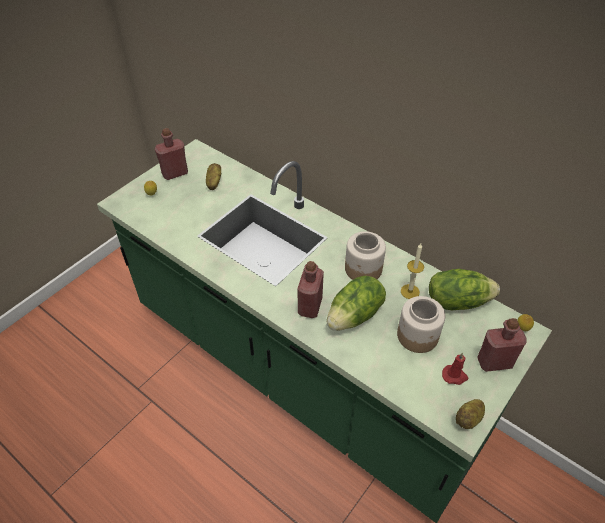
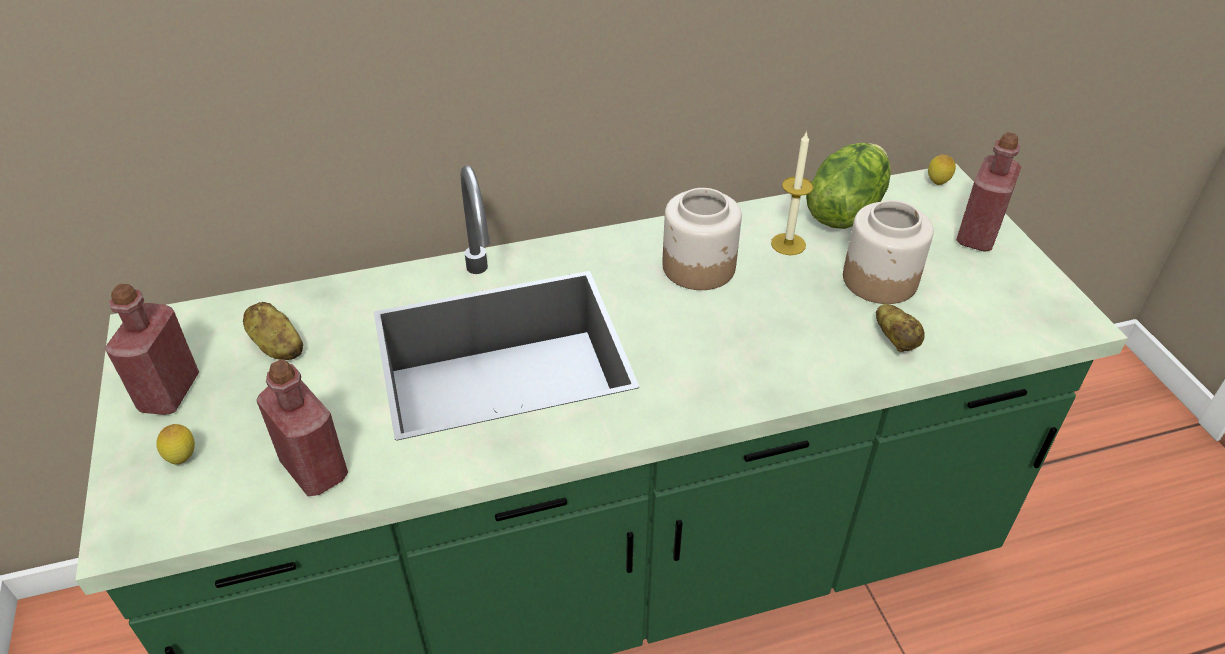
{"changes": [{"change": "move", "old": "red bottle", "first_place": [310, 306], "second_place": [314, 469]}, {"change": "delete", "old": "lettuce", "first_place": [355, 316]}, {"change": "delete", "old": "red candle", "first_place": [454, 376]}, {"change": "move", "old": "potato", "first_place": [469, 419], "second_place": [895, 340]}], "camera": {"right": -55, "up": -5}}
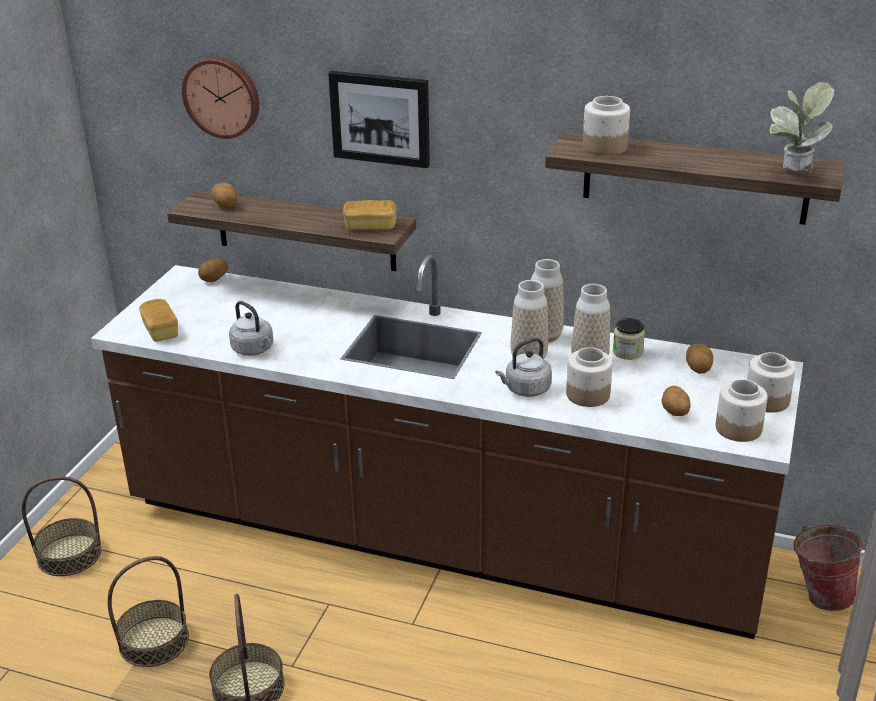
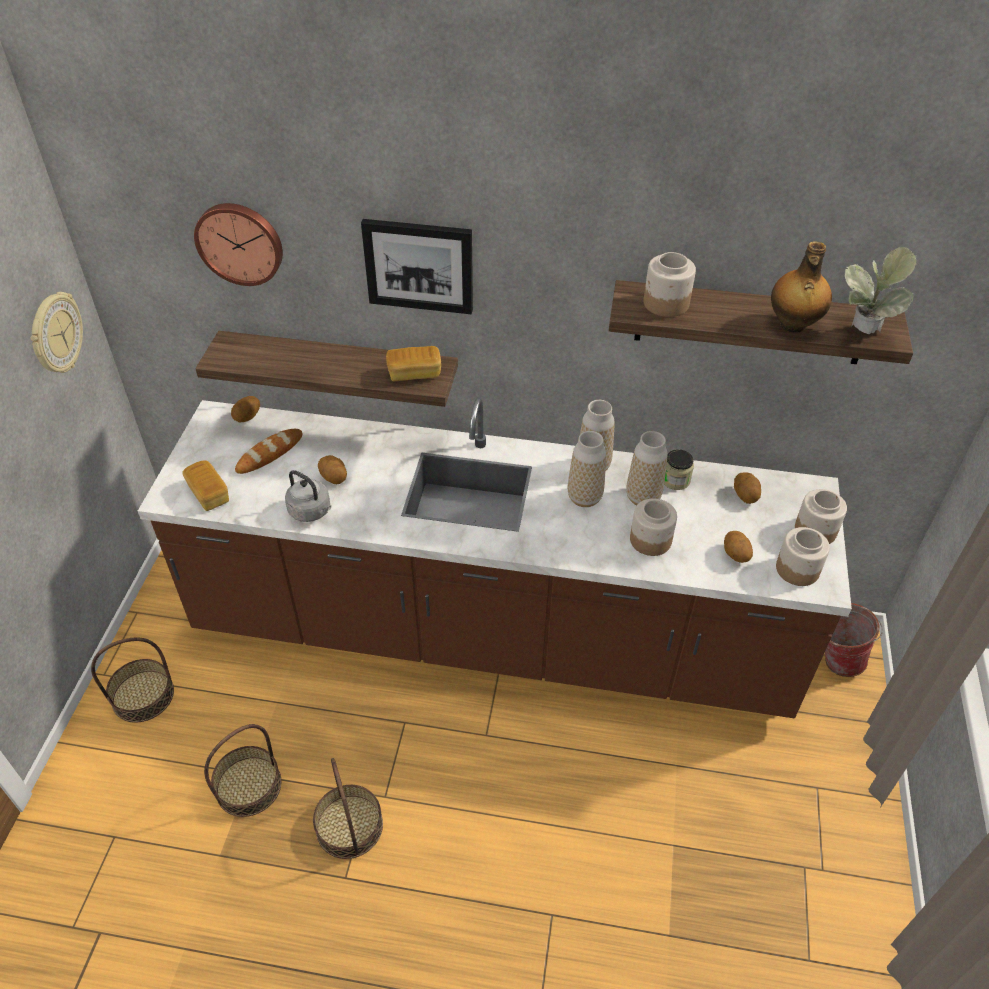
{"changes": [{"change": "move", "old": "potato", "first_place": [226, 206], "second_place": [334, 478]}, {"change": "delete", "old": "grey kettle", "first_place": [525, 390]}, {"change": "insert", "new": "wall clock", "second_place": [55, 334]}, {"change": "insert", "new": "bread", "second_place": [270, 454]}, {"change": "insert", "new": "bottle", "second_place": [792, 325]}], "camera": {"right": -10, "up": 15}}
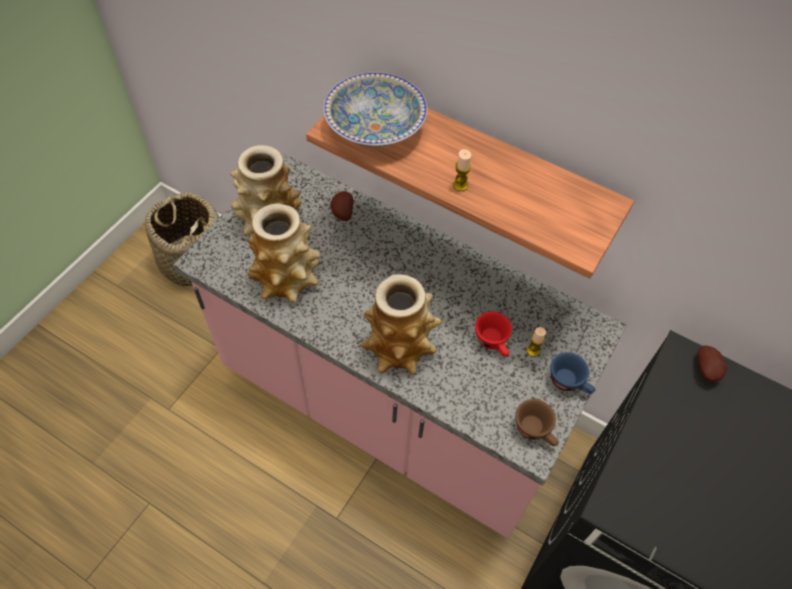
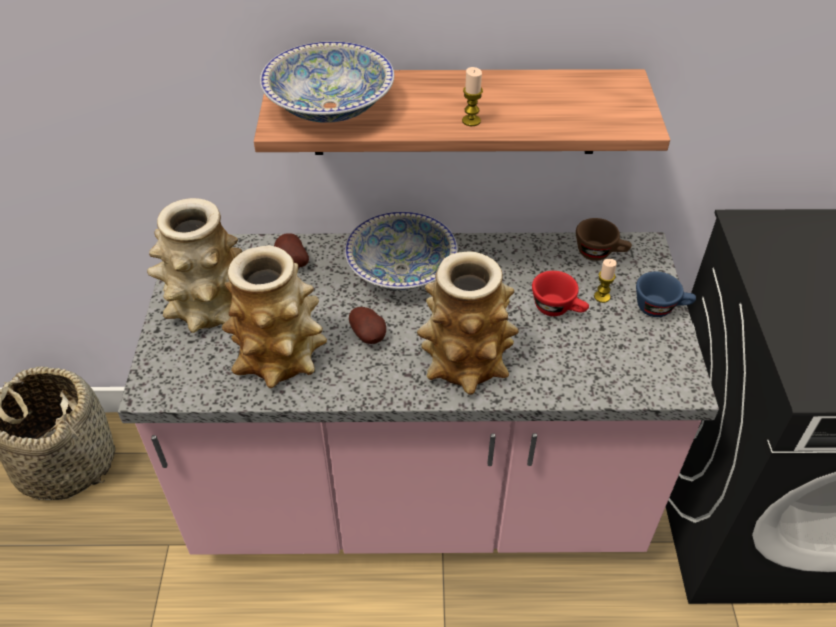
{"changes": [{"change": "move", "old": "brown cup", "first_place": [535, 431], "second_place": [600, 253]}, {"change": "move", "old": "potato", "first_place": [707, 370], "second_place": [369, 336]}, {"change": "insert", "new": "bowl", "second_place": [401, 270]}], "camera": {"right": -30, "up": -10}}
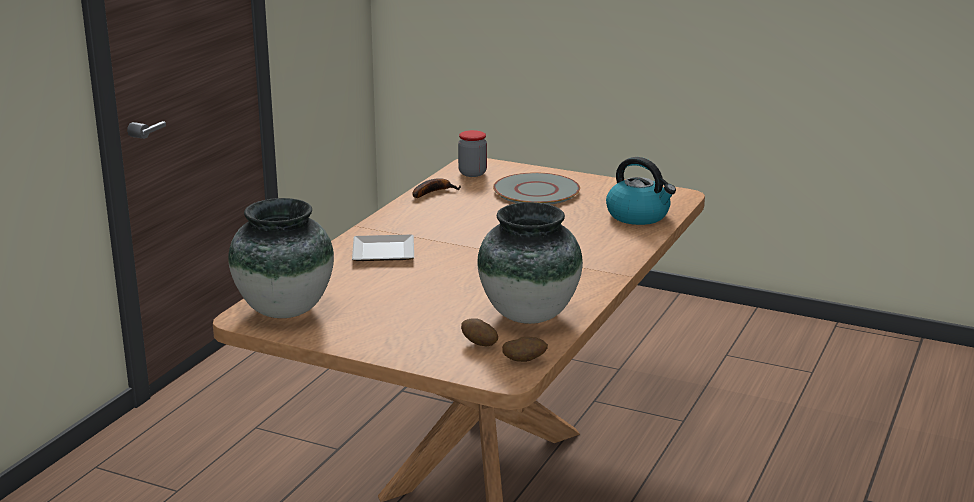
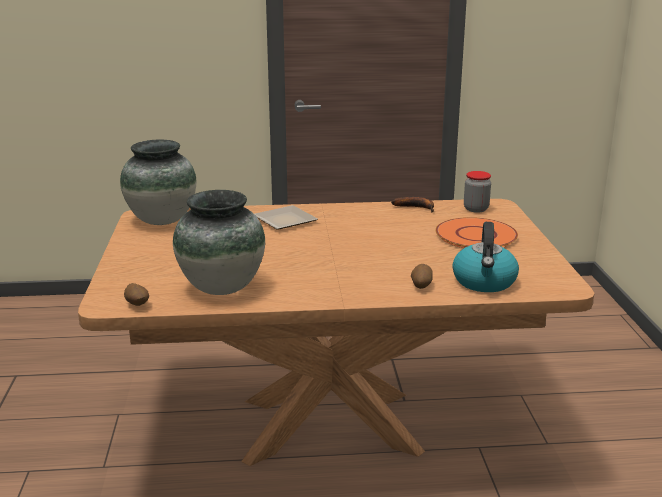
{"changes": [{"change": "move", "old": "potato", "first_place": [479, 344], "second_place": [421, 286]}, {"change": "recolor", "old": "grey plate", "new": "orange plate", "first_place": [537, 191], "second_place": [476, 235]}], "camera": {"right": 60, "up": 0}}
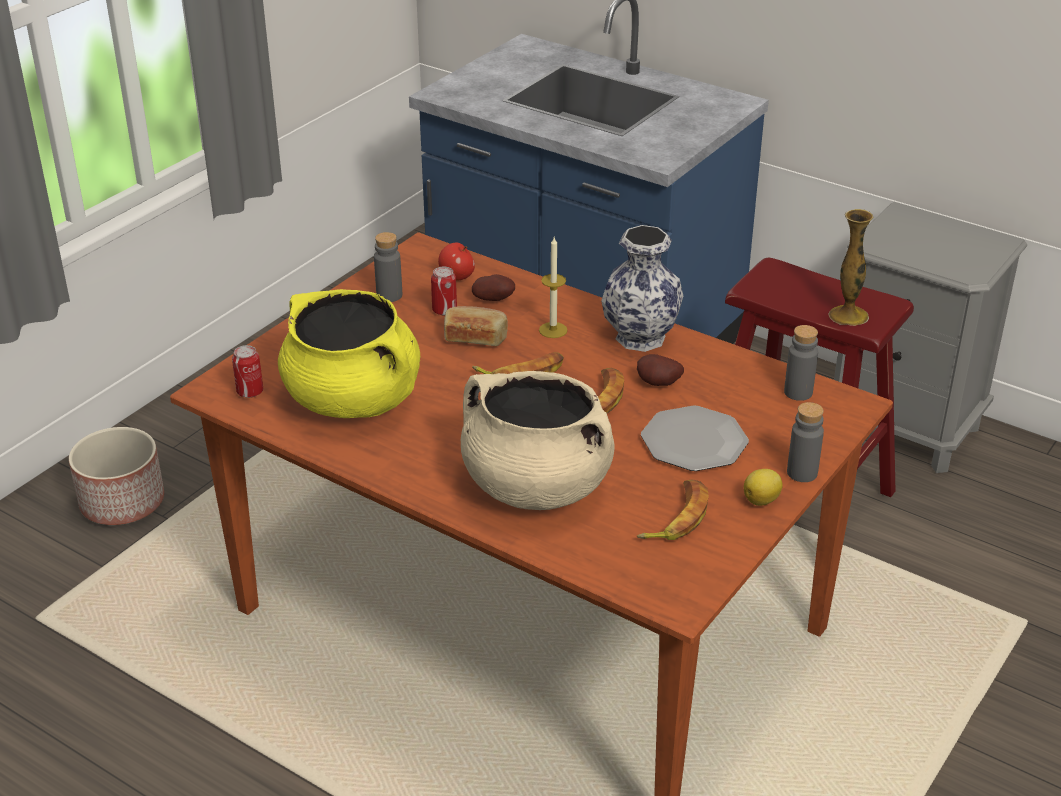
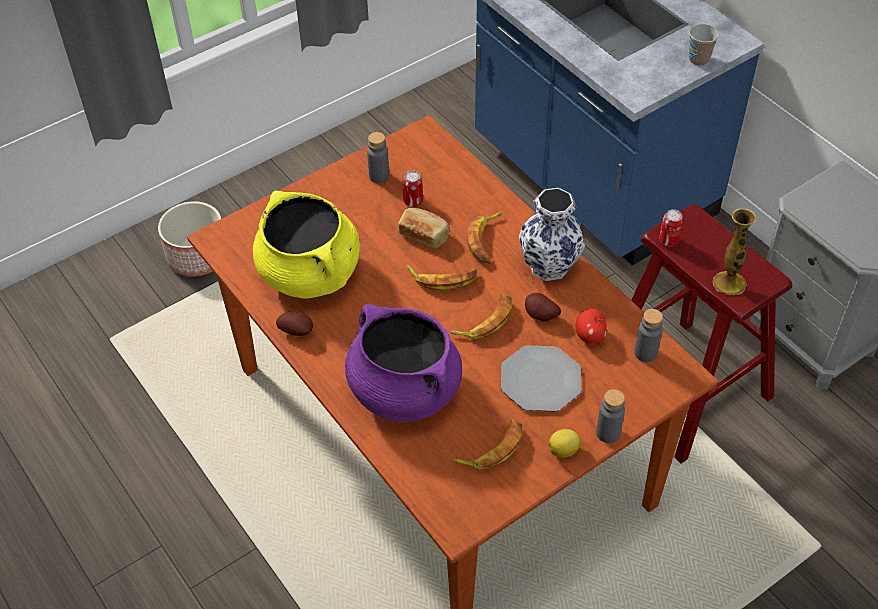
{"changes": [{"change": "move", "old": "can", "first_place": [250, 392], "second_place": [668, 240]}, {"change": "move", "old": "apple", "first_place": [457, 277], "second_place": [590, 336]}, {"change": "recolor", "old": "beige cooking pot", "new": "purple cooking pot", "first_place": [535, 486], "second_place": [404, 390]}, {"change": "move", "old": "potato", "first_place": [494, 299], "second_place": [297, 331]}, {"change": "replace", "old": "candle", "new": "banana", "first_place": [553, 330], "second_place": [485, 241]}, {"change": "insert", "new": "cup", "second_place": [698, 59]}], "camera": {"right": 20, "up": 15}}
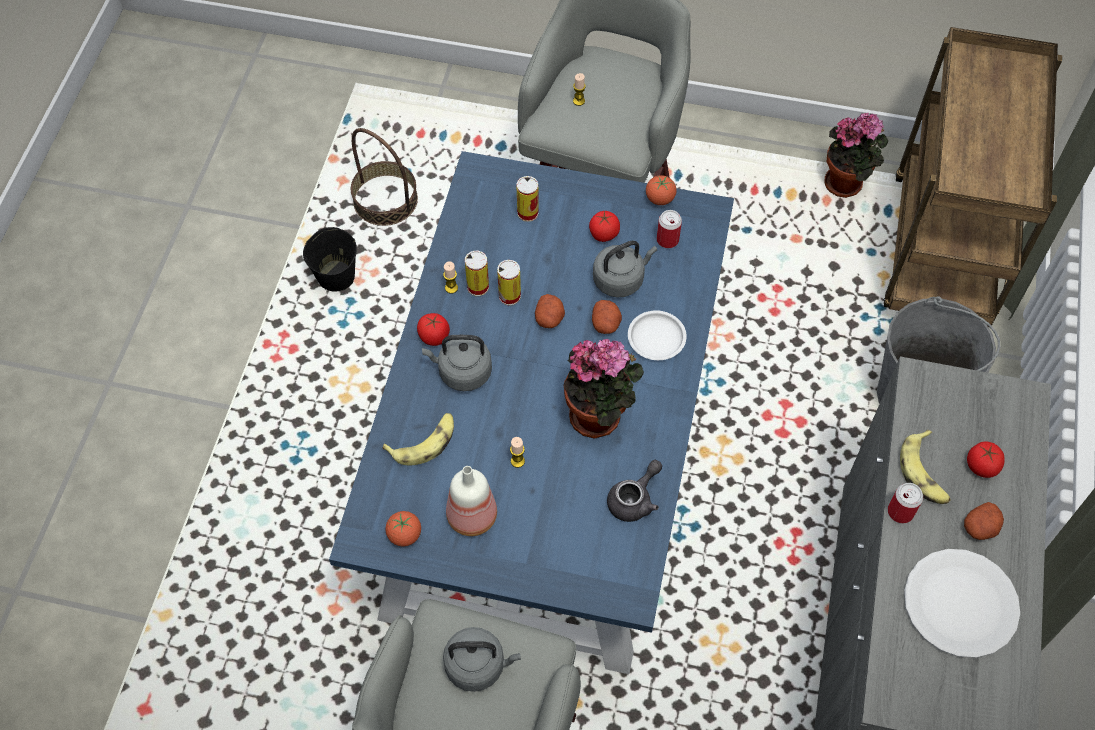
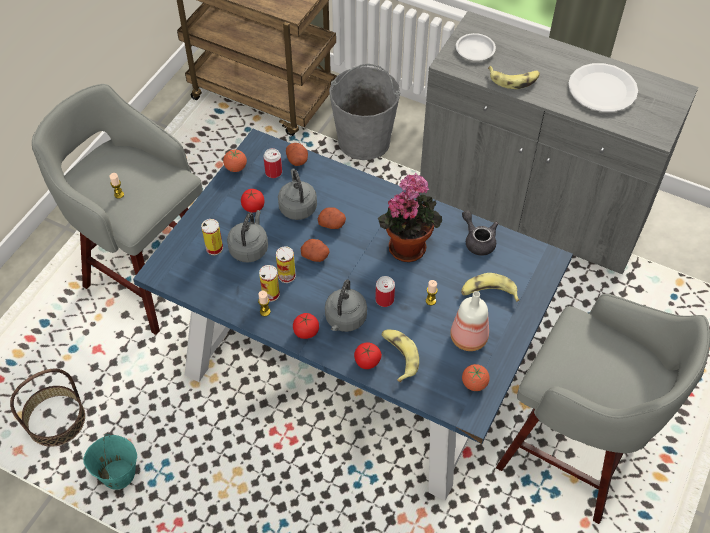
{"changes": [{"change": "recolor", "old": "black bucket", "new": "turquoise bucket", "first_place": [336, 276], "second_place": [118, 474]}, {"change": "move", "old": "grey kettle", "first_place": [478, 665], "second_place": [249, 248]}, {"change": "move", "old": "white plate", "first_place": [656, 338], "second_place": [475, 50]}, {"change": "delete", "old": "potted plant", "first_place": [847, 183]}, {"change": "move", "old": "can", "first_place": [900, 512], "second_place": [384, 300]}, {"change": "move", "old": "potato", "first_place": [980, 528], "second_place": [297, 160]}, {"change": "move", "old": "tomato", "first_place": [981, 466], "second_place": [367, 361]}, {"change": "insert", "new": "banana", "second_place": [488, 292]}], "camera": {"right": -75, "up": -5}}
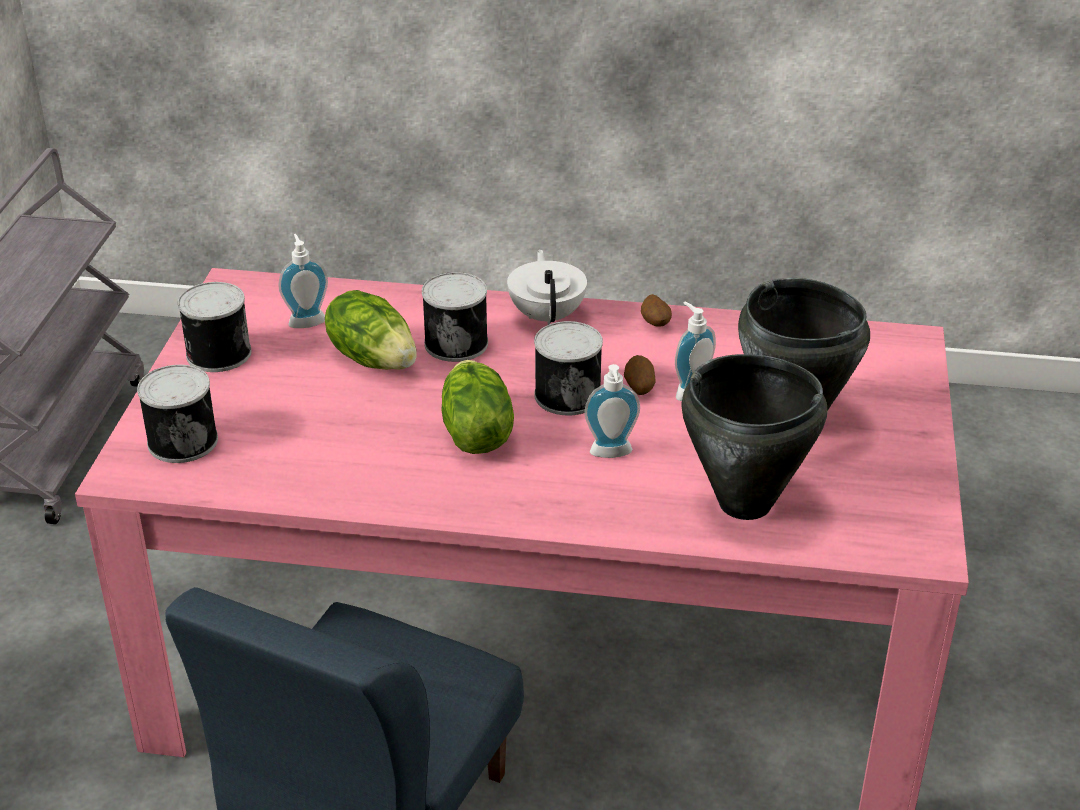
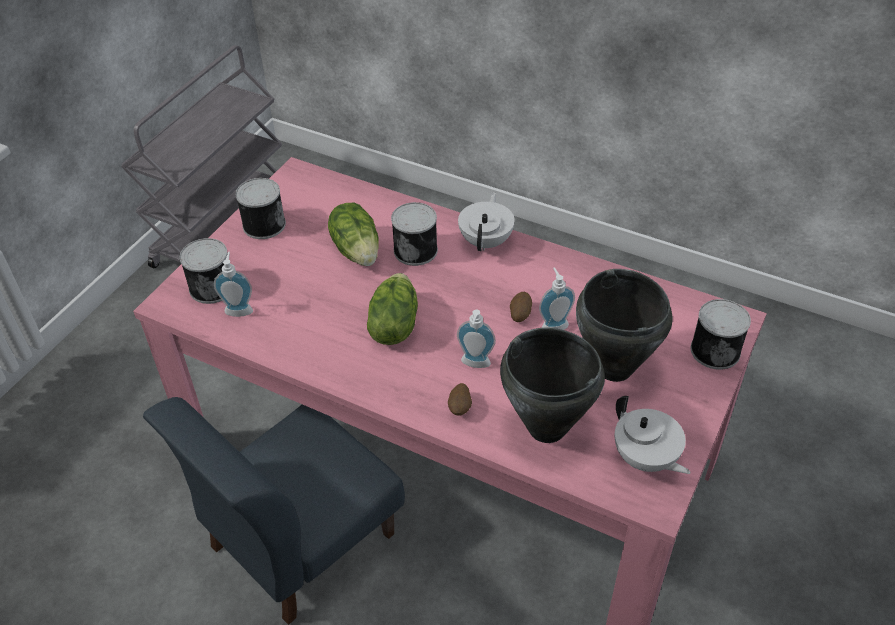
{"changes": [{"change": "move", "old": "soap dispenser", "first_place": [306, 320], "second_place": [239, 309]}, {"change": "move", "old": "can", "first_place": [567, 394], "second_place": [715, 349]}, {"change": "move", "old": "potato", "first_place": [655, 324], "second_place": [460, 407]}, {"change": "insert", "new": "white teapot", "second_place": [645, 459]}], "camera": {"right": 20, "up": 10}}
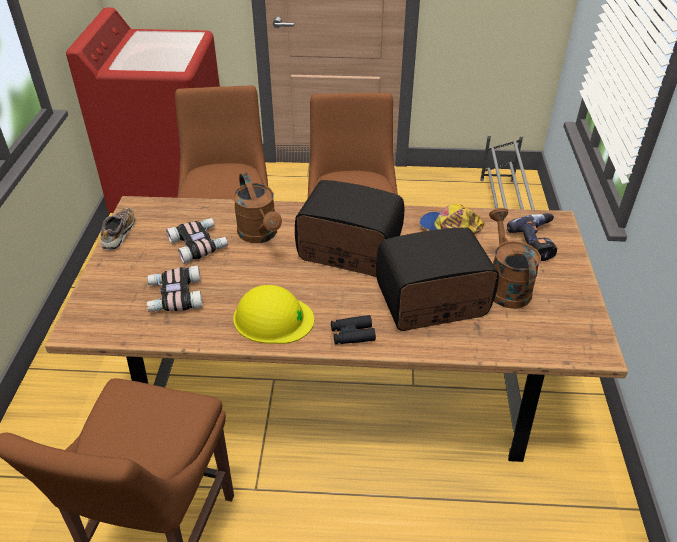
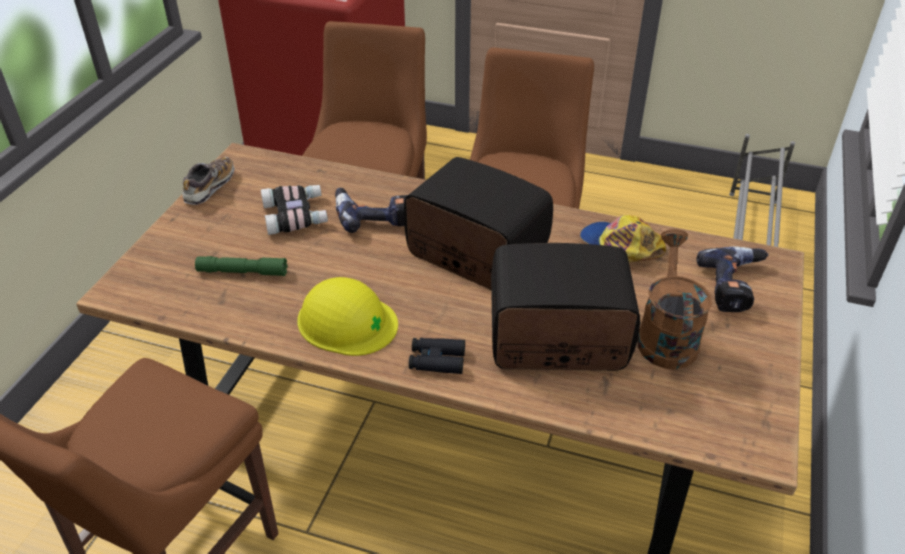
{"changes": [{"change": "replace", "old": "binoculars", "new": "green flashlight", "first_place": [174, 296], "second_place": [242, 272]}, {"change": "replace", "old": "brown watering can", "new": "power drill", "first_place": [260, 235], "second_place": [373, 216]}], "camera": {"right": 15, "up": 0}}
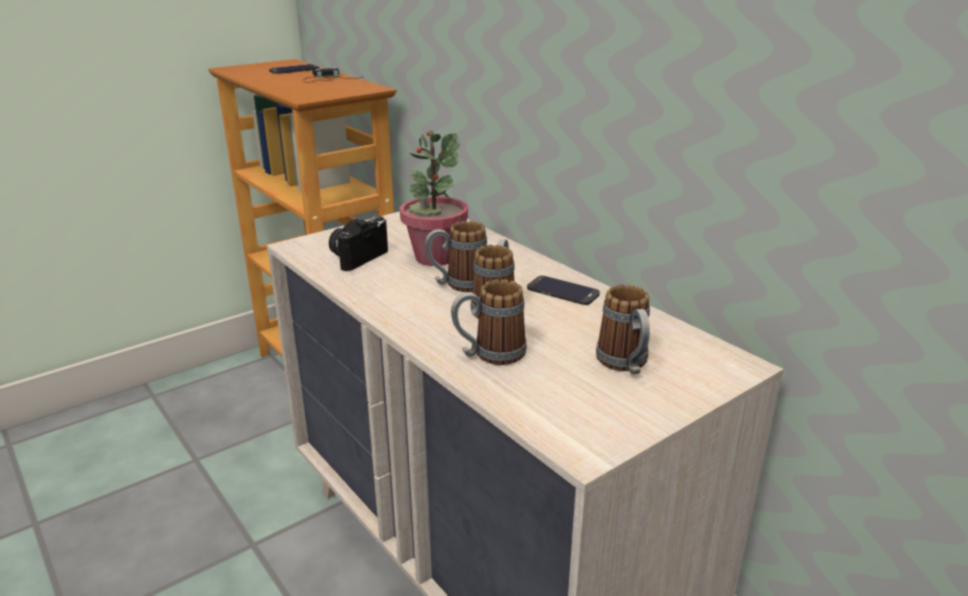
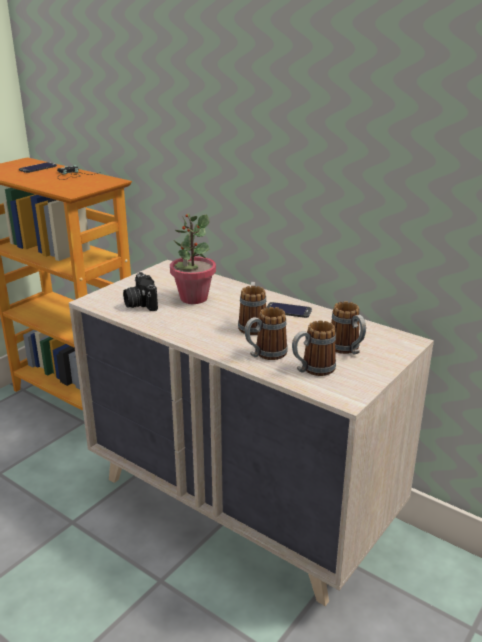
{"changes": [{"change": "rotate", "old": "photo camera", "first_place": [357, 257], "second_place": [140, 304], "degrees": -45}, {"change": "move", "old": "mug", "first_place": [458, 284], "second_place": [312, 370]}], "camera": {"right": -15, "up": 0}}
